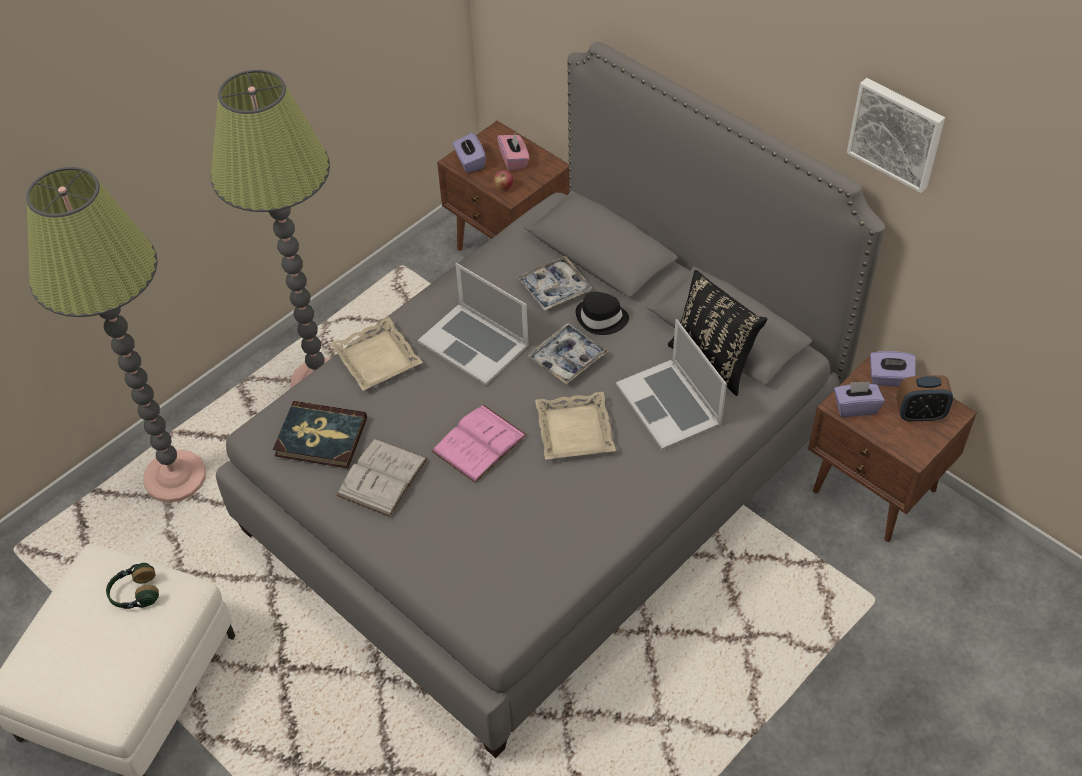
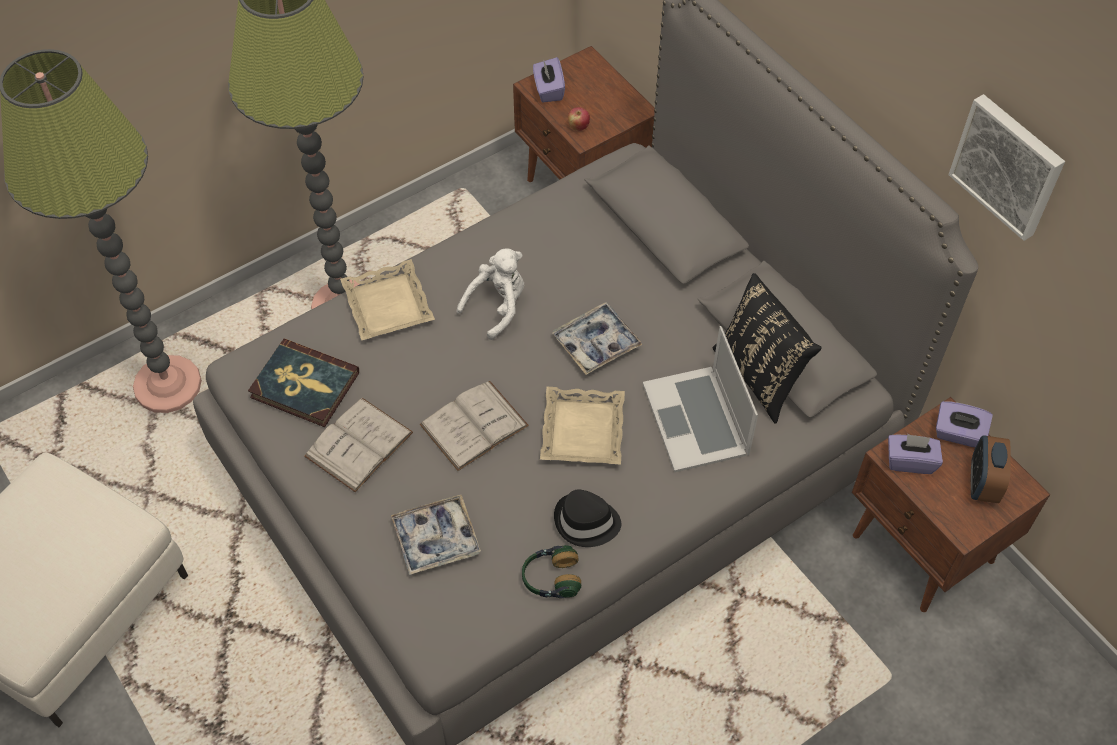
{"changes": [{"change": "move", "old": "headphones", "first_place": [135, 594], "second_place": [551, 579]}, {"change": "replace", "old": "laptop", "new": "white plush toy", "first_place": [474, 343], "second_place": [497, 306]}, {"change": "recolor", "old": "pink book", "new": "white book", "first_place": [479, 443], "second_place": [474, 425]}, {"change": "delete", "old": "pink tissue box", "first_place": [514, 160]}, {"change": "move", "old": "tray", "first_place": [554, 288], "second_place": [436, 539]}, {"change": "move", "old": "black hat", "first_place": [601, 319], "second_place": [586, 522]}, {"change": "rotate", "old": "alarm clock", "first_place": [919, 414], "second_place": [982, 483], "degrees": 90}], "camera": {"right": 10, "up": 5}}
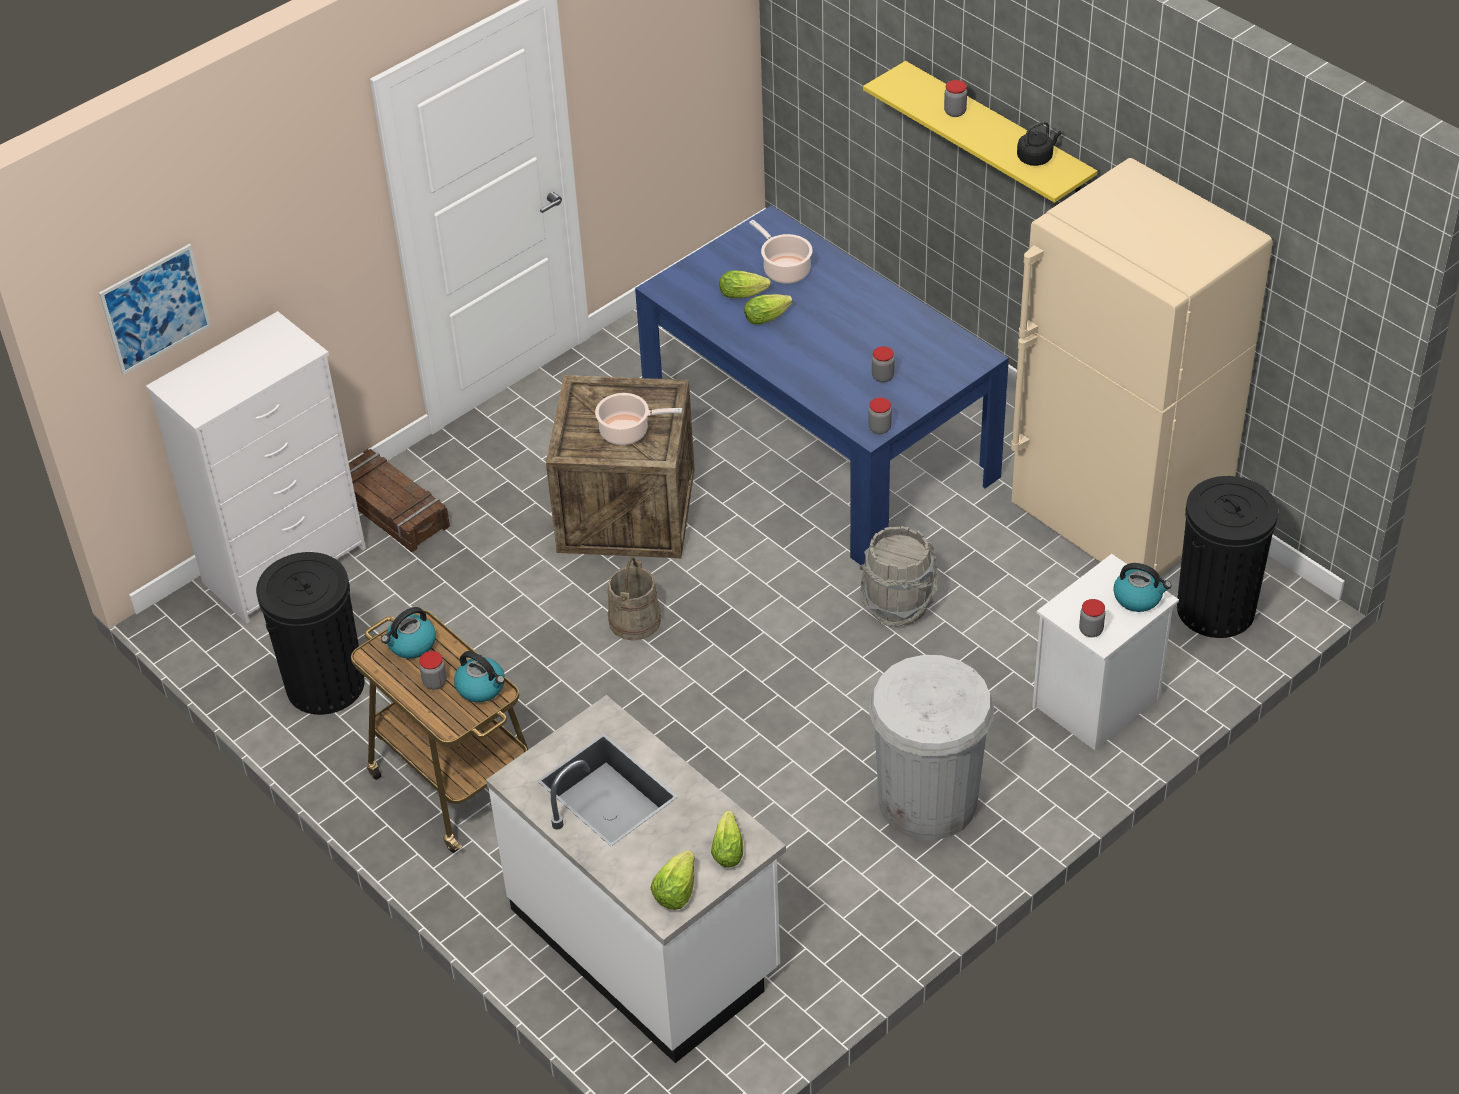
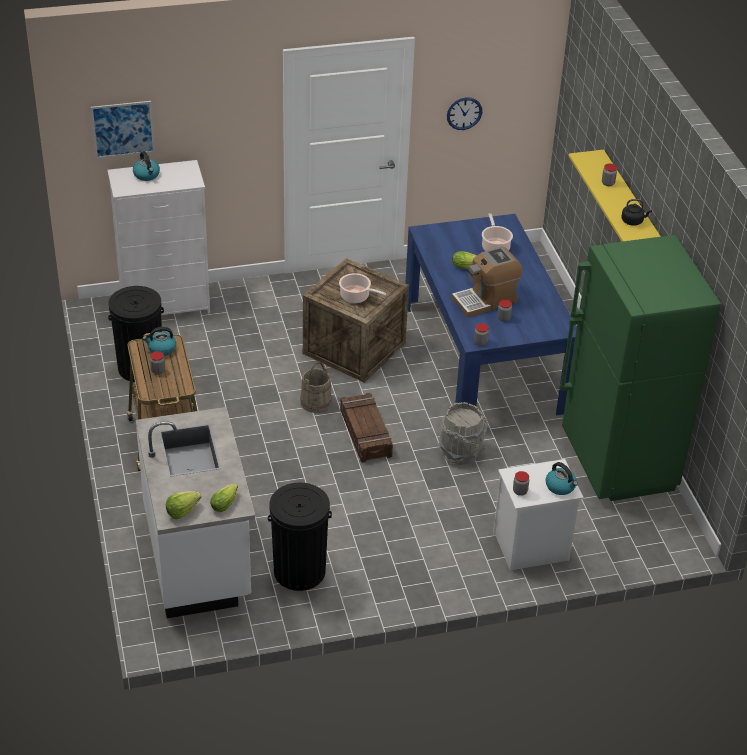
{"changes": [{"change": "move", "old": "crate", "first_place": [391, 510], "second_place": [365, 433]}, {"change": "move", "old": "kettle", "first_place": [482, 687], "second_place": [147, 175]}, {"change": "delete", "old": "lettuce", "first_place": [745, 293]}, {"change": "delete", "old": "white trash can", "first_place": [927, 801]}, {"change": "recolor", "old": "beige fridge", "new": "green fridge", "first_place": [1117, 523], "second_place": [618, 463]}, {"change": "move", "old": "black trash can", "first_place": [1215, 609], "second_place": [299, 571]}, {"change": "insert", "new": "wall clock", "second_place": [464, 113]}, {"change": "insert", "new": "coffee machine", "second_place": [485, 300]}], "camera": {"right": 25, "up": -5}}
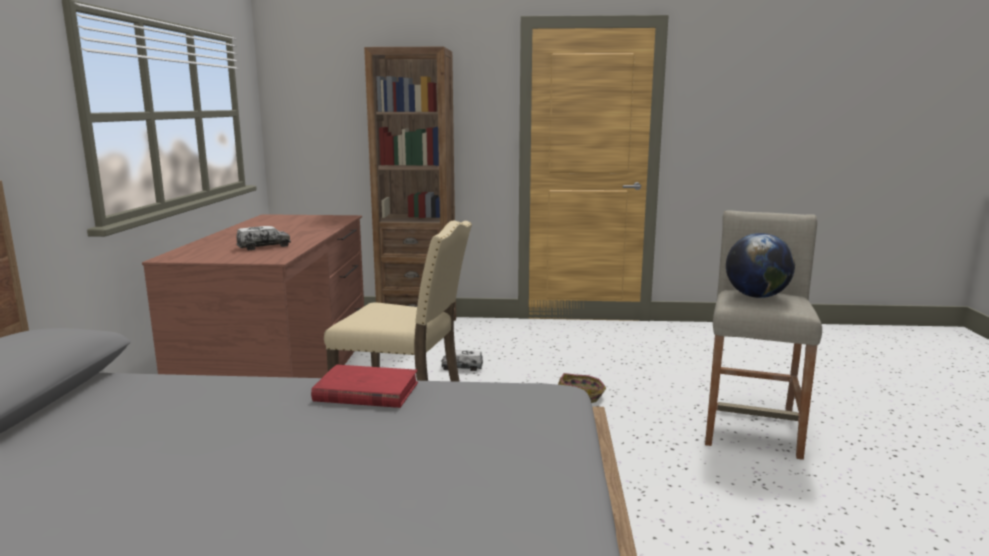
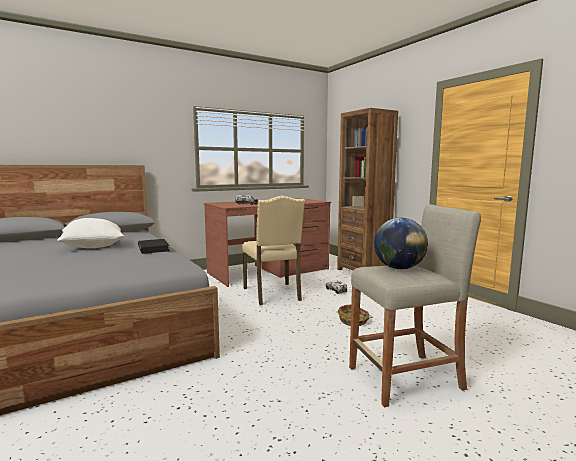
{"changes": [{"change": "recolor", "old": "red book", "new": "black book", "first_place": [366, 392], "second_place": [153, 248]}, {"change": "insert", "new": "white pillow", "second_place": [92, 247]}], "camera": {"right": 55, "up": -5}}
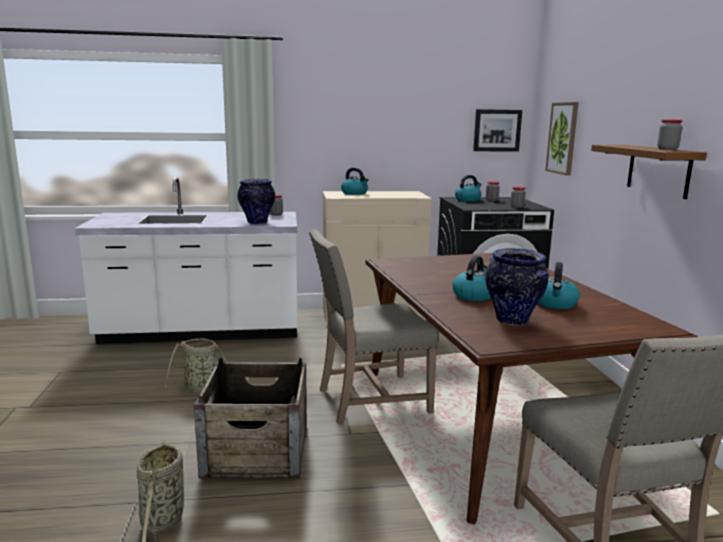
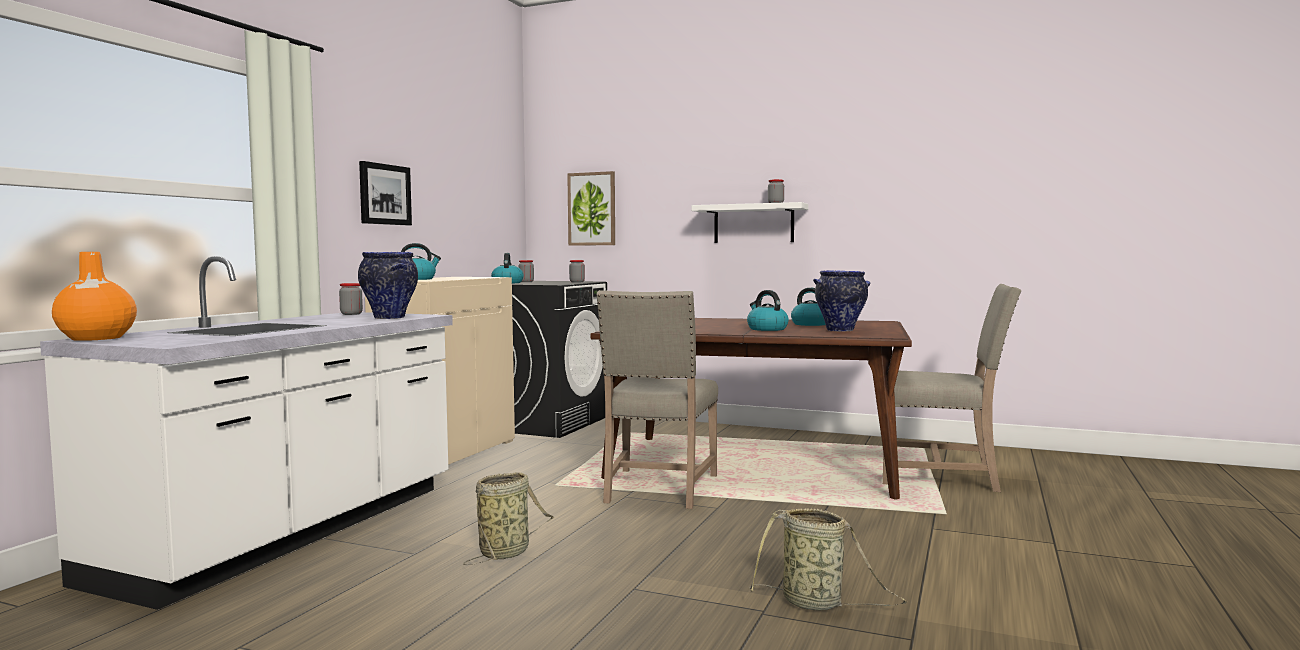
{"changes": [{"change": "delete", "old": "crate", "first_place": [257, 450]}, {"change": "move", "old": "picture", "first_place": [497, 130], "second_place": [384, 194]}, {"change": "recolor", "old": "brown shelf", "new": "white shelf", "first_place": [658, 170], "second_place": [753, 224]}, {"change": "insert", "new": "orange vase", "second_place": [96, 338]}], "camera": {"right": -60, "up": -10}}
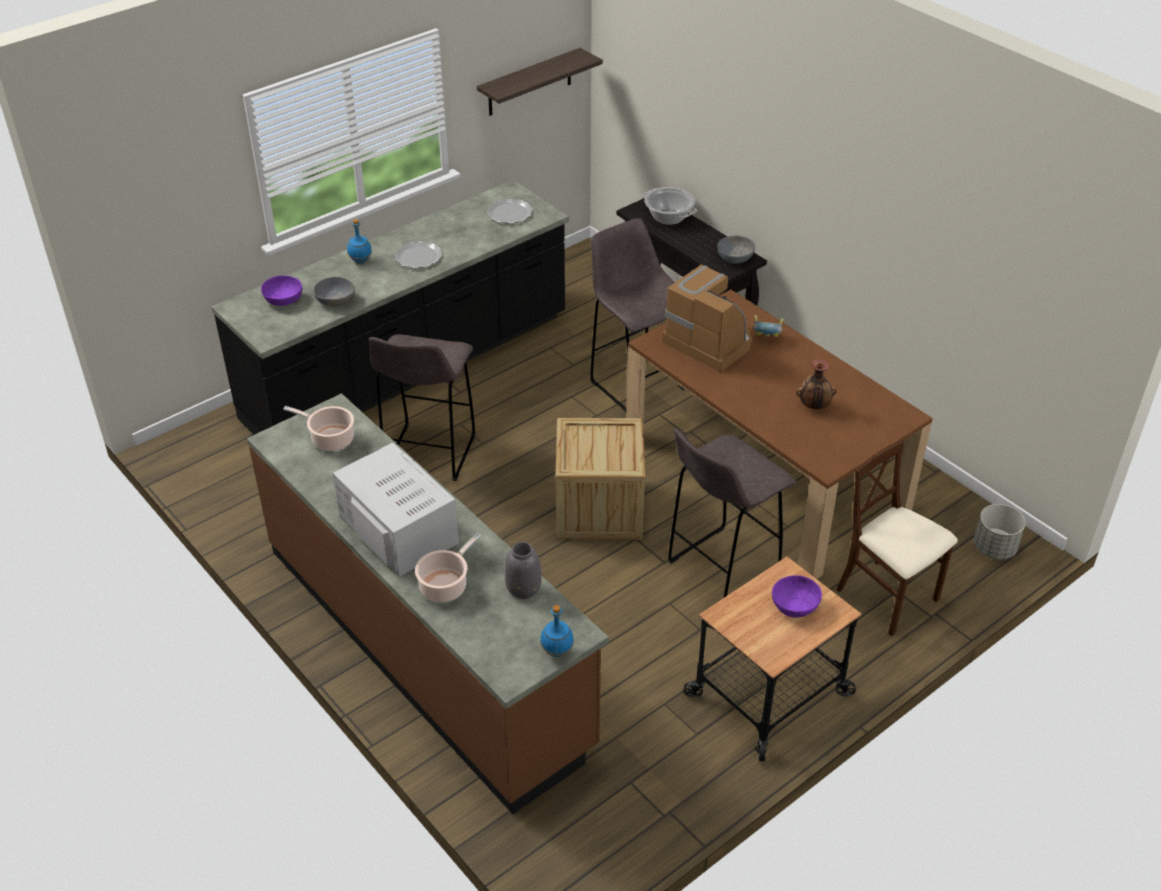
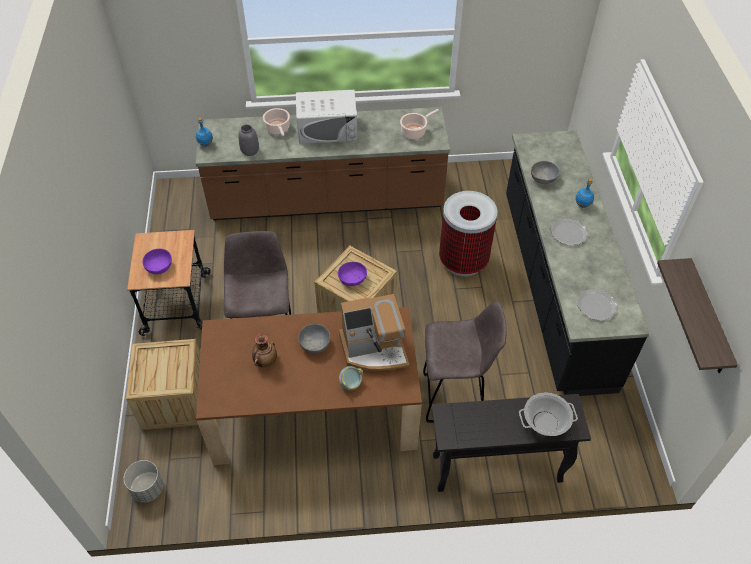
{"changes": [{"change": "move", "old": "purple bowl", "first_place": [283, 300], "second_place": [352, 279]}, {"change": "replace", "old": "grey stool", "new": "trash can", "first_place": [429, 455], "second_place": [463, 261]}, {"change": "move", "old": "grey bowl", "first_place": [734, 258], "second_place": [315, 344]}, {"change": "replace", "old": "beige chair", "new": "crate", "first_place": [887, 597], "second_place": [174, 400]}], "camera": {"right": 125, "up": 10}}
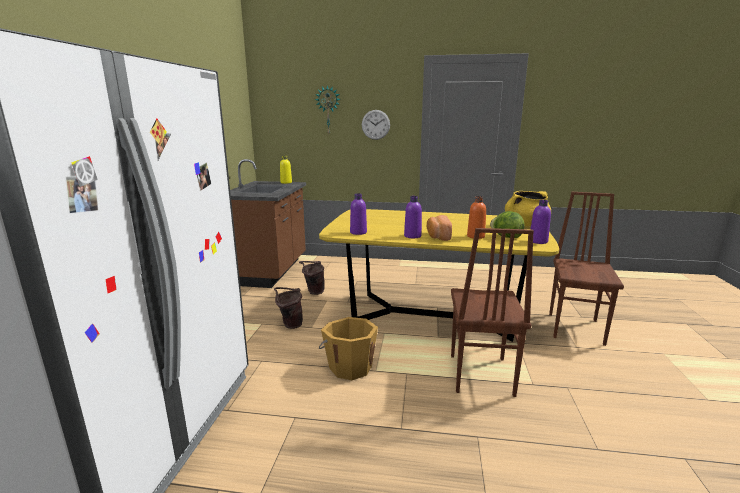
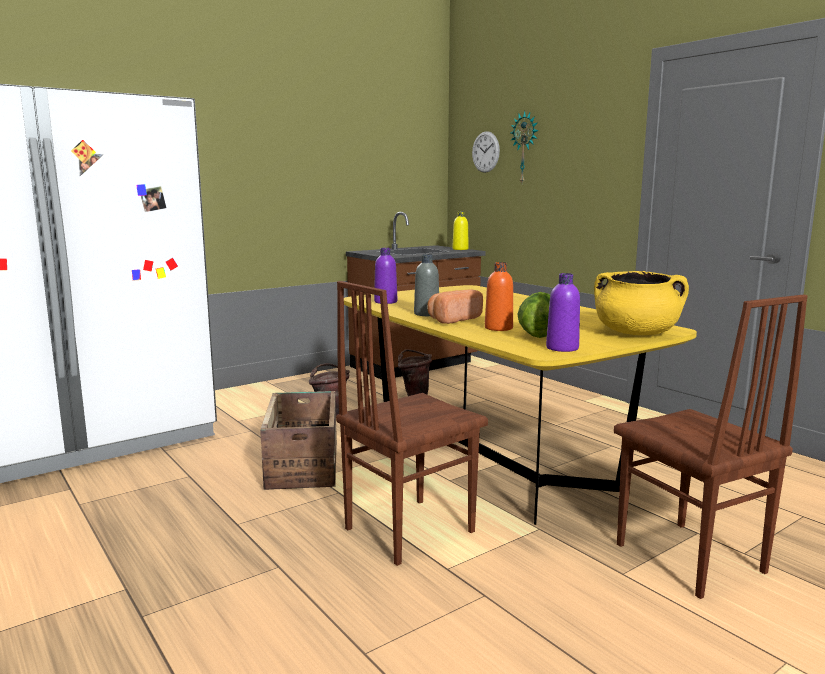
{"changes": [{"change": "replace", "old": "orange bucket", "new": "crate", "first_place": [350, 366], "second_place": [304, 464]}, {"change": "move", "old": "wall clock", "first_place": [375, 124], "second_place": [485, 152]}, {"change": "recolor", "old": "purple bottle", "new": "grey bottle", "first_place": [412, 236], "second_place": [426, 314]}, {"change": "rotate", "old": "brown chair", "first_place": [576, 328], "second_place": [688, 559], "degrees": 90}], "camera": {"right": 45, "up": -5}}
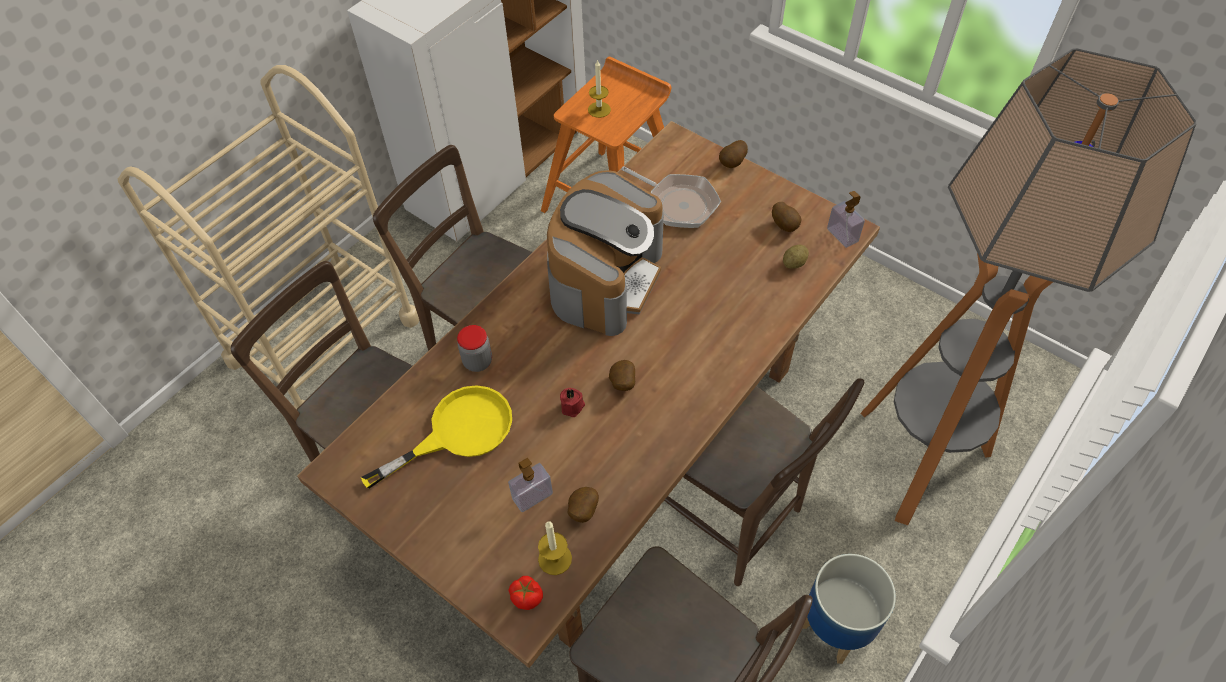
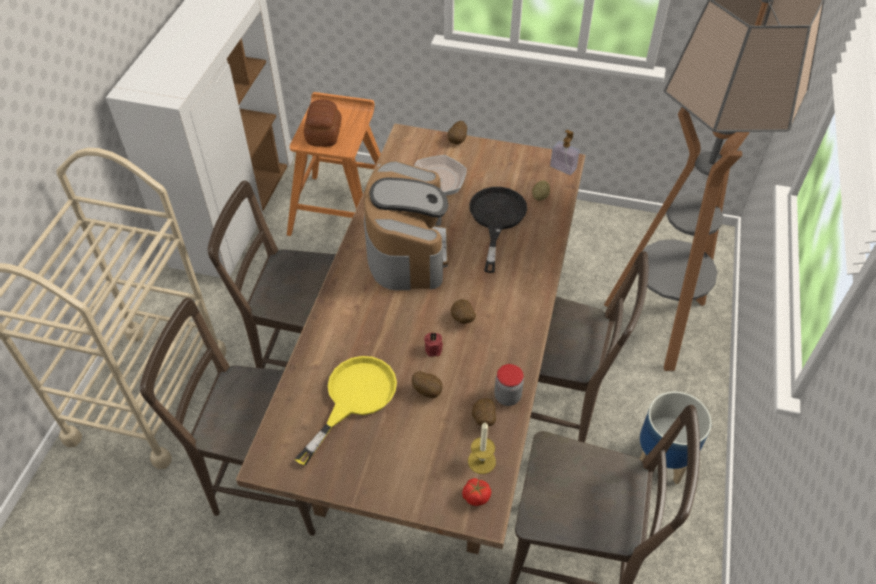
{"changes": [{"change": "move", "old": "jar", "first_place": [477, 361], "second_place": [507, 396]}, {"change": "delete", "old": "soap dispenser", "first_place": [532, 496]}, {"change": "replace", "old": "candle", "new": "bread", "first_place": [599, 109], "second_place": [324, 133]}, {"change": "move", "old": "potato", "first_place": [785, 225], "second_place": [428, 391]}, {"change": "insert", "new": "black frying pan", "second_place": [496, 219]}], "camera": {"right": -25, "up": -5}}
